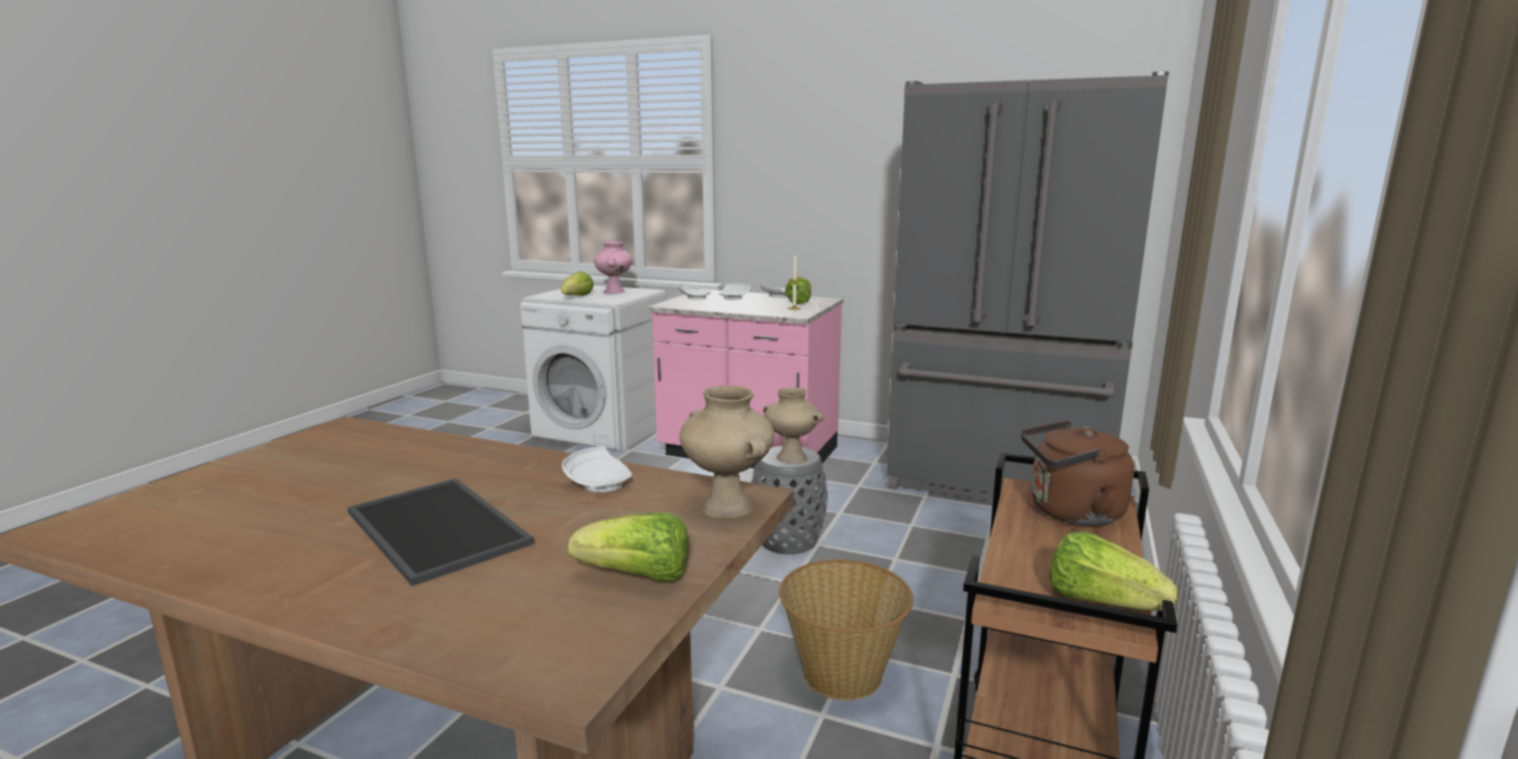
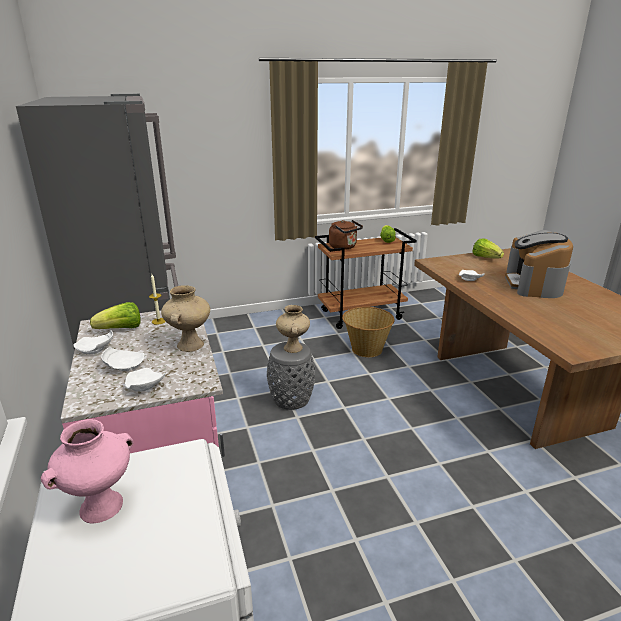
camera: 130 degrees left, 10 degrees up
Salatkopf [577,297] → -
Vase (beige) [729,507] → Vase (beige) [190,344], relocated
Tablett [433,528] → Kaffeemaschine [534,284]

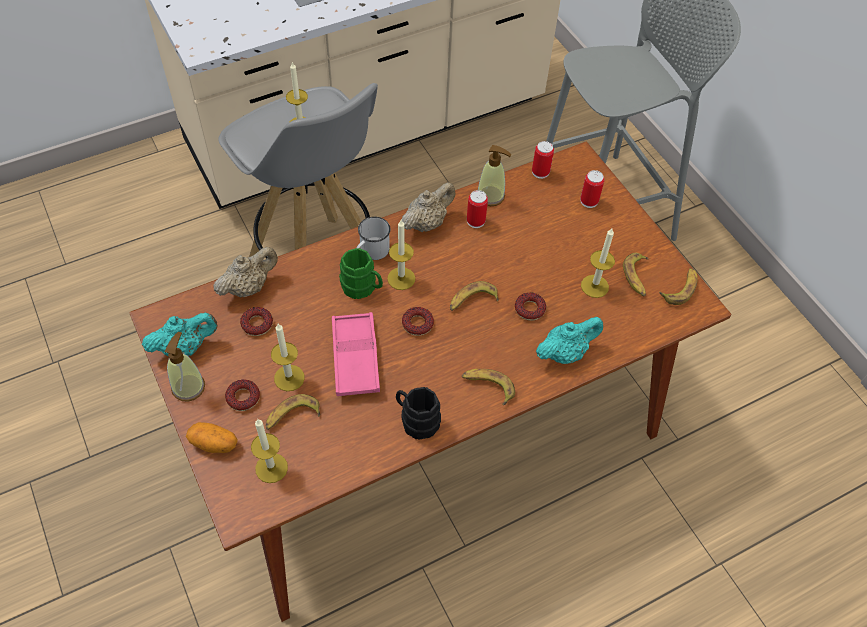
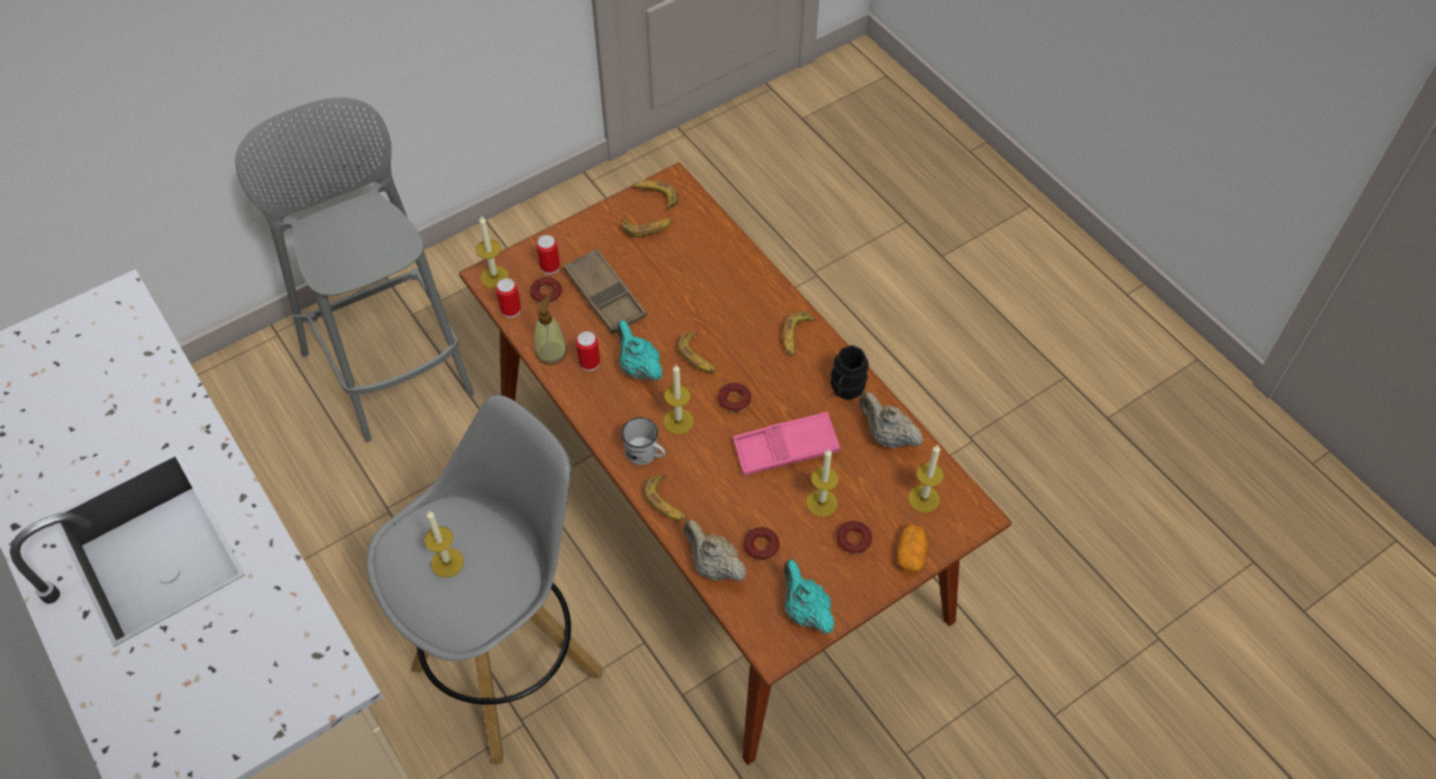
camera: 95 degrees left, 0 degrees up
Seifenspender [188,387] → -
Henkelbecher (grün) [362,288] → -
- → Tablett (braun) [605,296]
Banane [292,416] → Banane [666,503], relocated
Teekanne (beige) [427,223] → Teekanne (beige) [886,436], relocated
Donut [529,309] → Donut [546,293], relocated
Teekanne (türkis) [565,352] → Teekanne (türkis) [638,368], relocated
Kerze [594,286] → Kerze [494,277], relocated

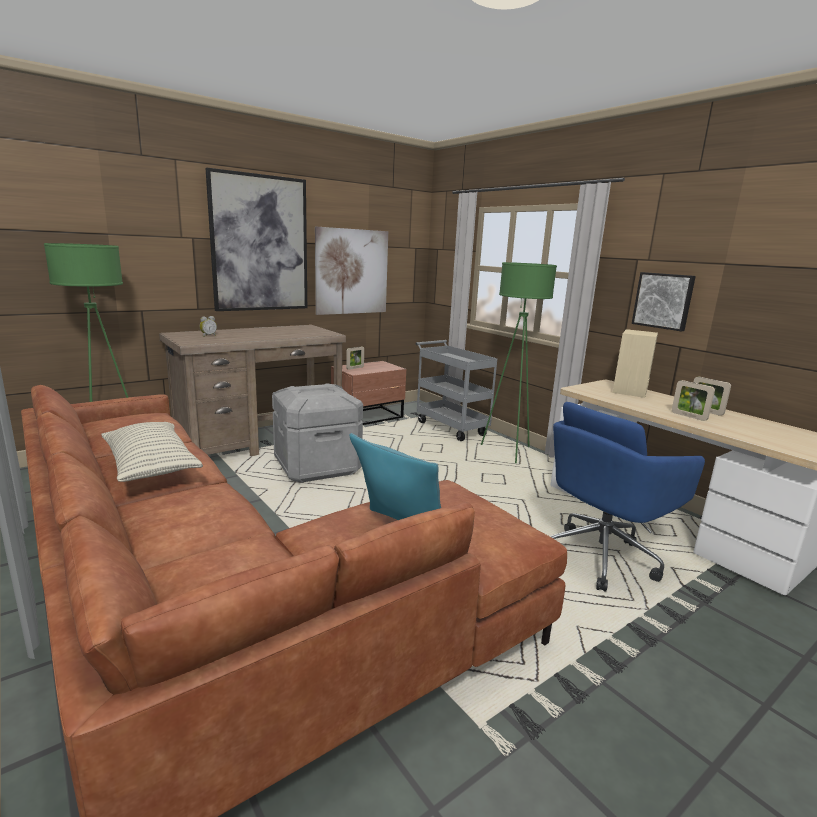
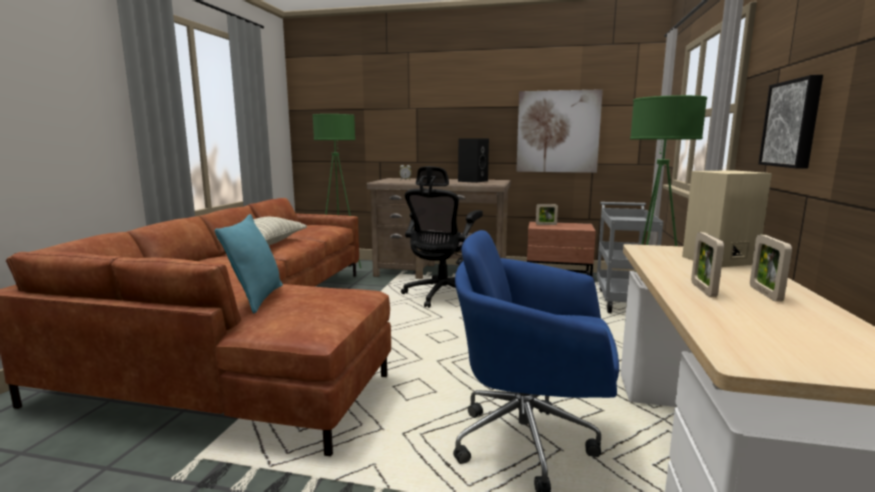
camera: 50 degrees right, 5 degrees down
Bild [260,244] → -
- → Lautsprecher (schwarz) [472,181]
Aufbewahrungsbox (grau) [317,467] → Bürostuhl [441,295]

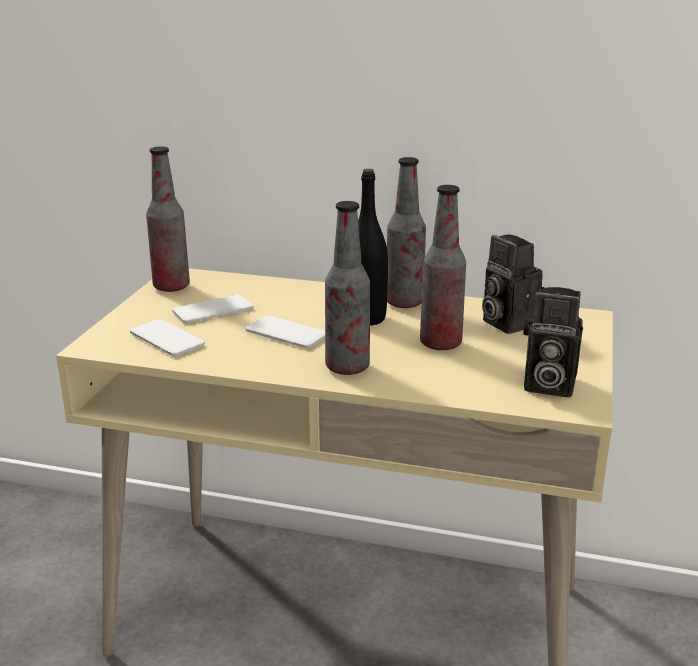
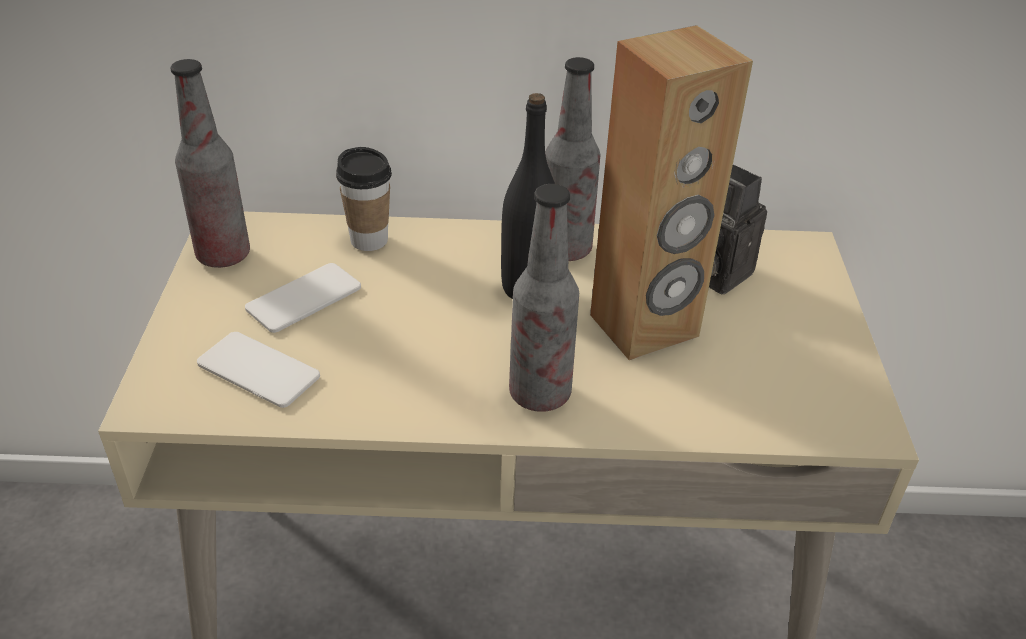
camera: 15 degrees left, 15 degrees up
Handy [286,333] → -
Kamera [546,385] → -
- → Tasse [369,240]
Flasche [440,344] → Lautsprecher (braun) [645,326]

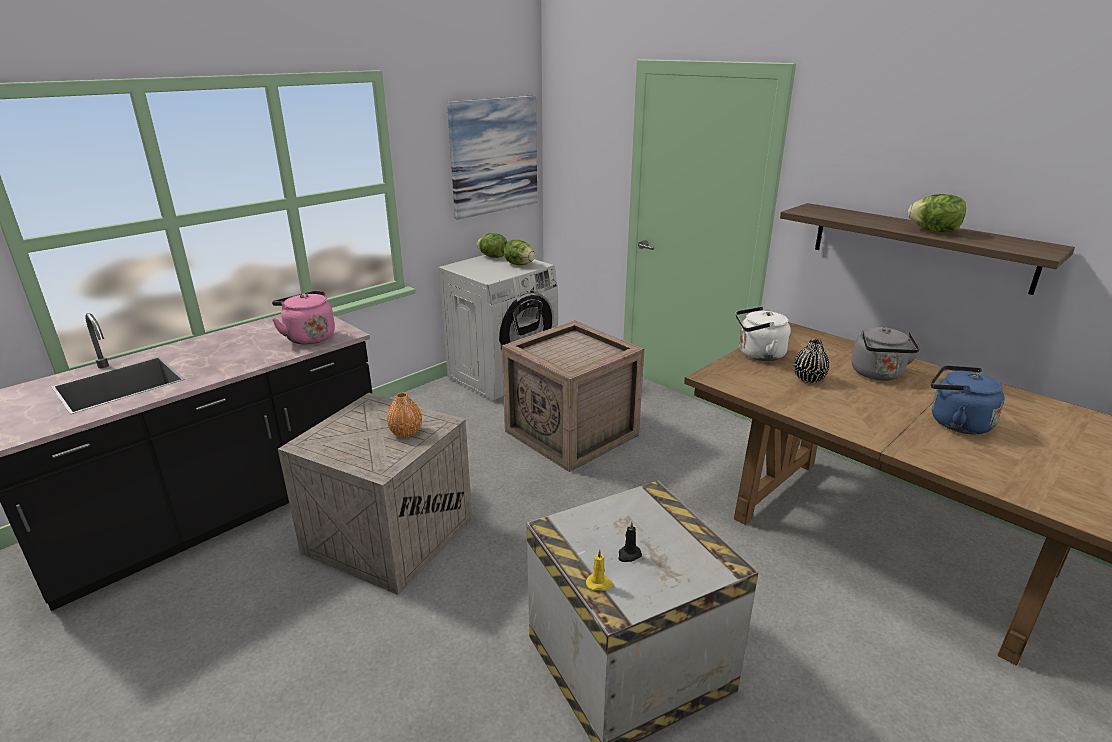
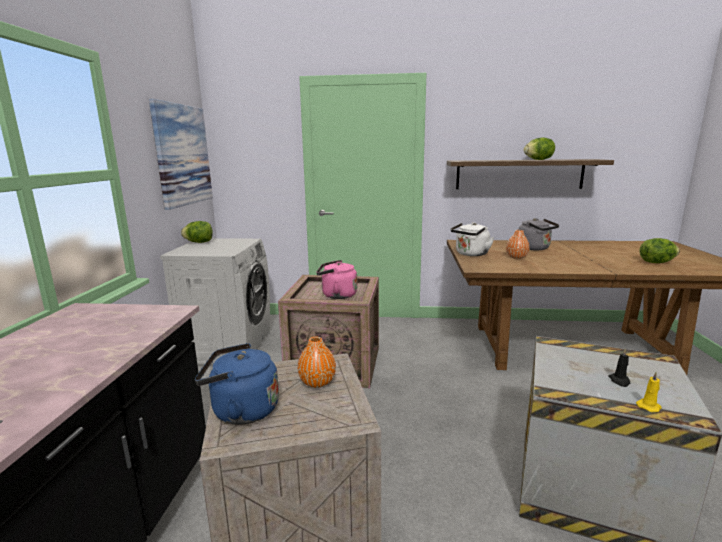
camera: 40 degrees left, 10 degrees down
Wasserkessel (rosa) [308,337] → Wasserkessel (rosa) [337,295], relocated
Salatkopf [519,264] → Salatkopf [656,262], relocated
Wasserkessel (blau) [955,423] → Wasserkessel (blau) [241,411], relocated
Vase (schwarz) [808,379] → Vase (orange) [516,257]

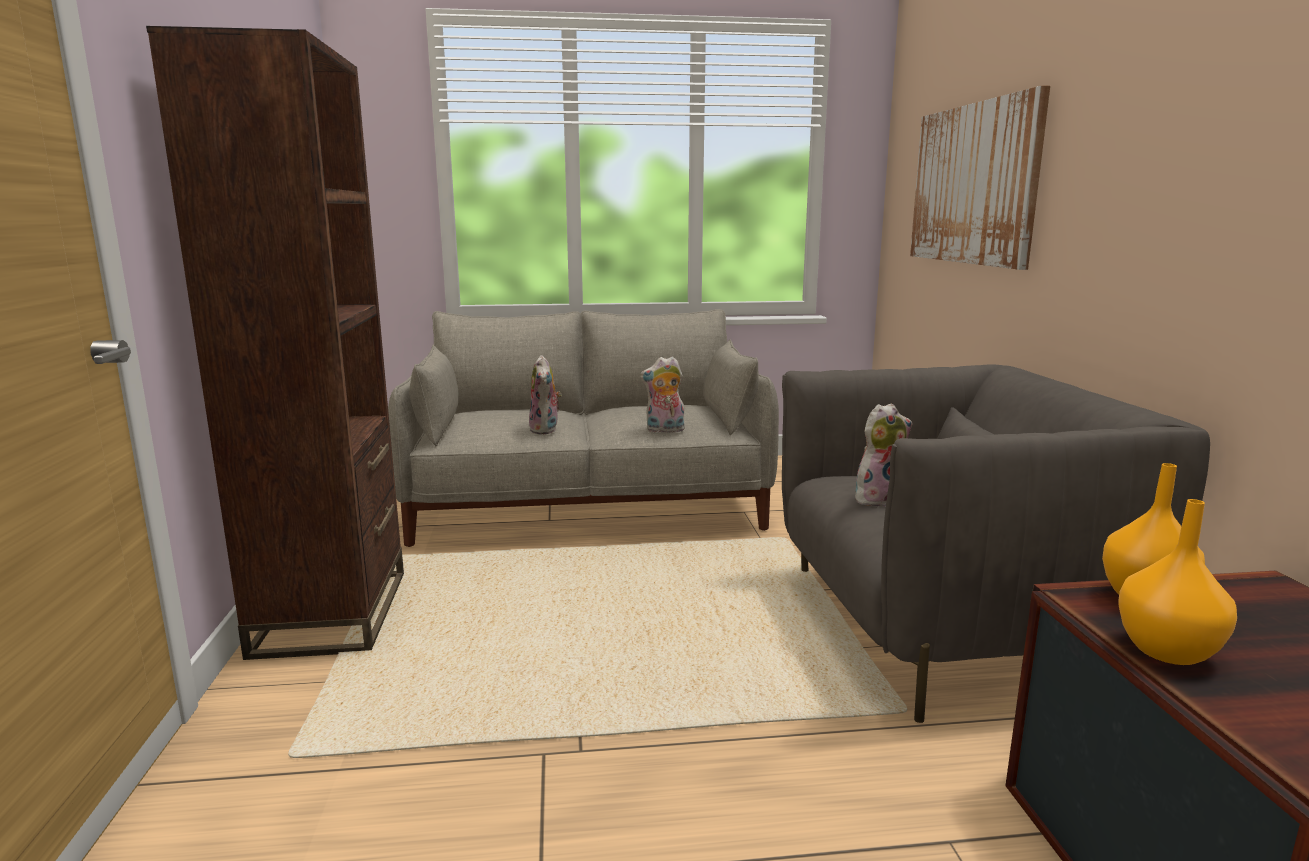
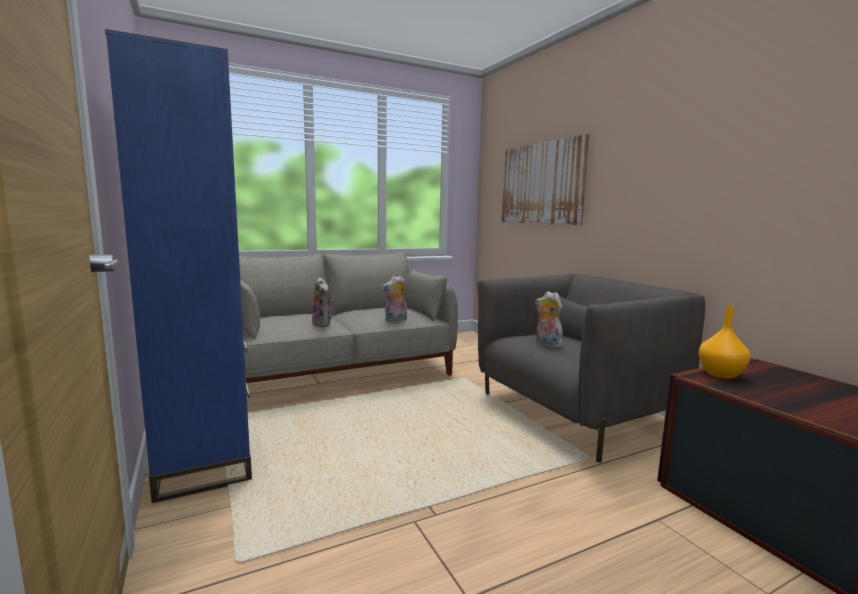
camera: 20 degrees left, 5 degrees down
Vase (orange) [1169,651] → -
Bücherregal (braun) [332,613] → Bücherregal (blau) [204,460]
Plüschtier [878,498] → Plüschtier [546,344], 90 degrees counterclockwise

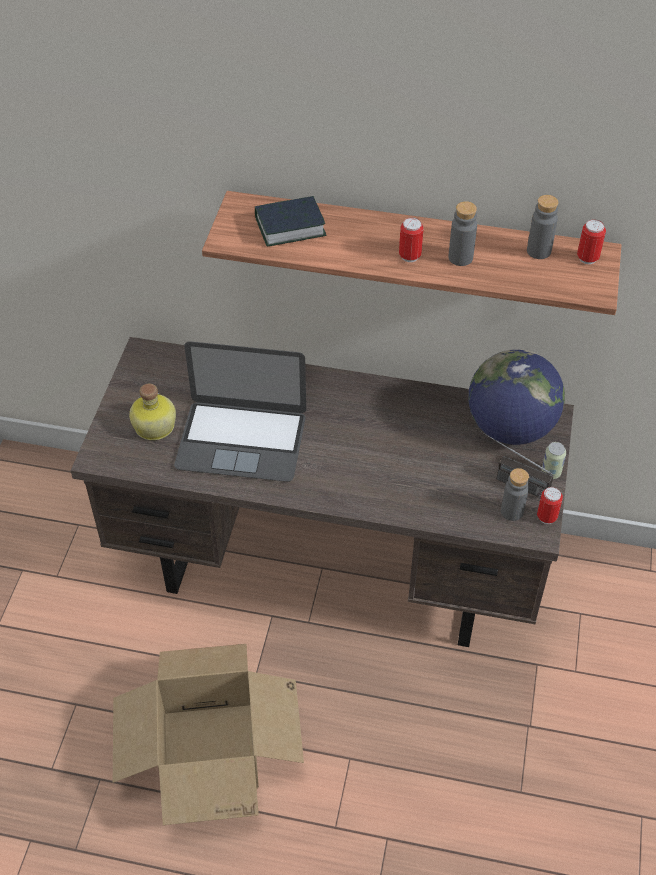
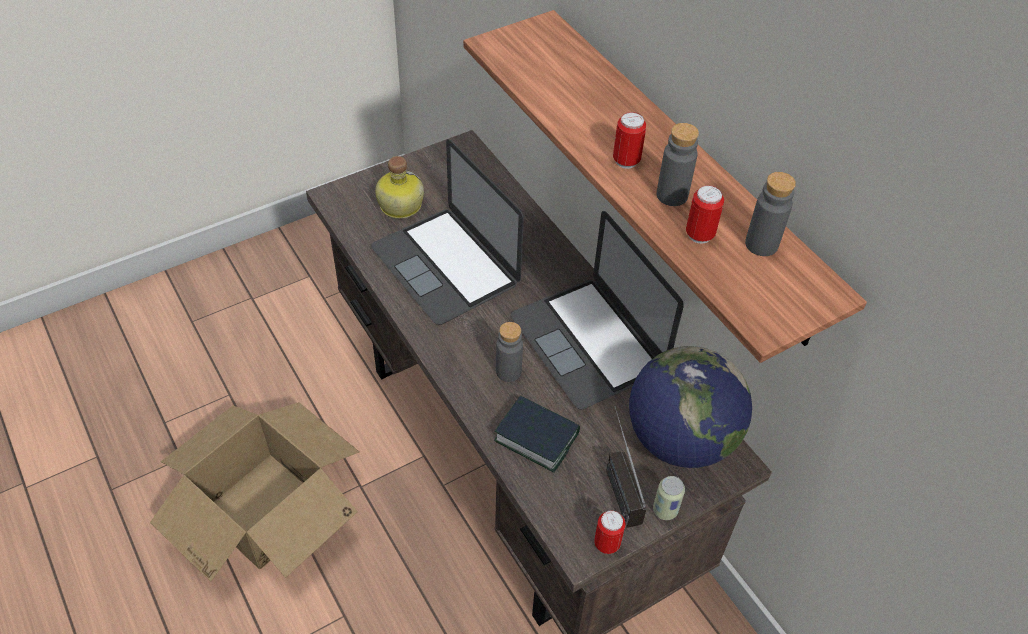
camera: 45 degrees right, 0 degrees up
- → Laptop [588,342]
Buch [290,227] → Buch [536,437], relocated
Flasche (grau) [512,511] → Flasche (grau) [508,371], relocated
Dose [587,258] → Dose [699,235], relocated

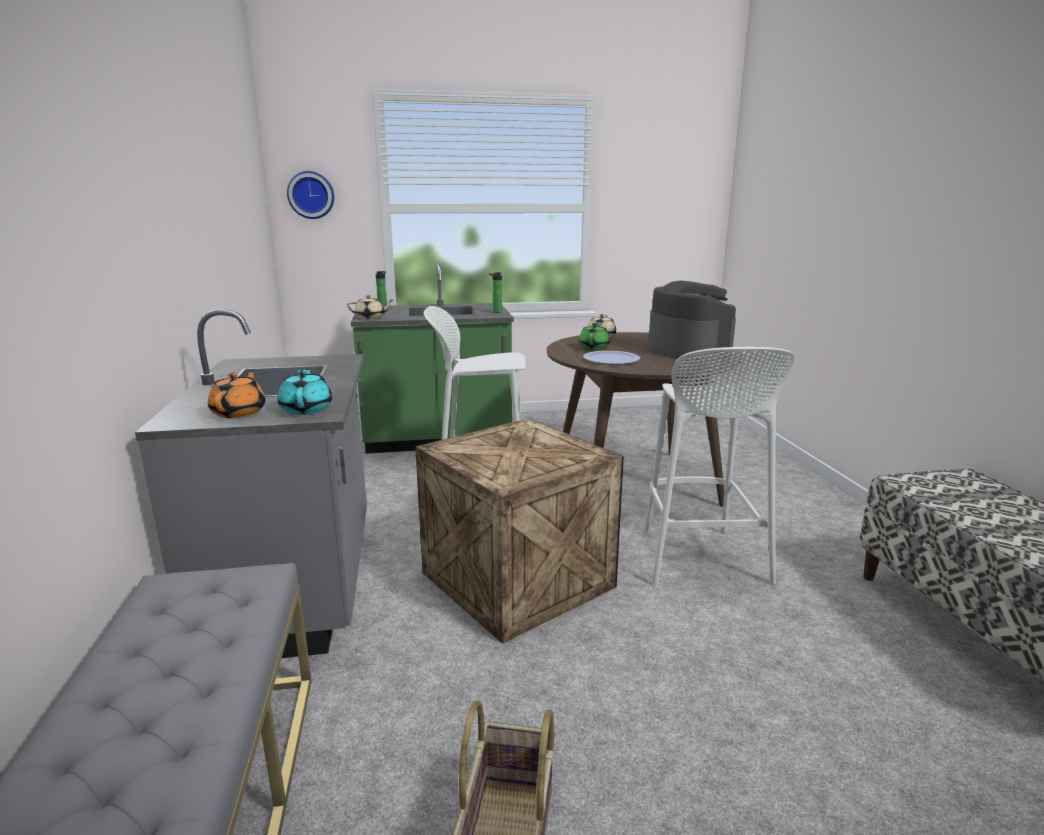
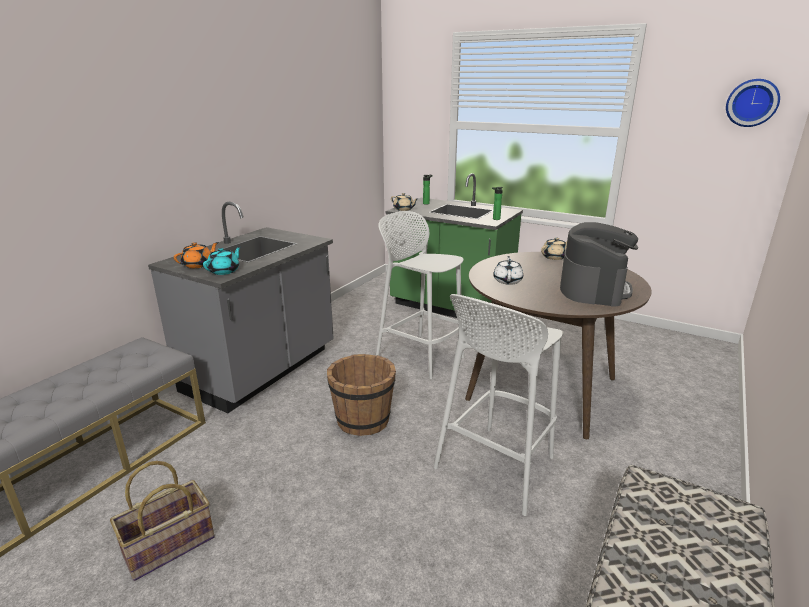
camera: 40 degrees right, 5 degrees up
Teekanne (grün) [594,347] → -
Wanduhr [311,195] → Wanduhr [752,103], relocated
Kiste [518,578] → Eimer (braun) [363,420]
Teller [611,359] → Teekanne (weiß) [507,280]

